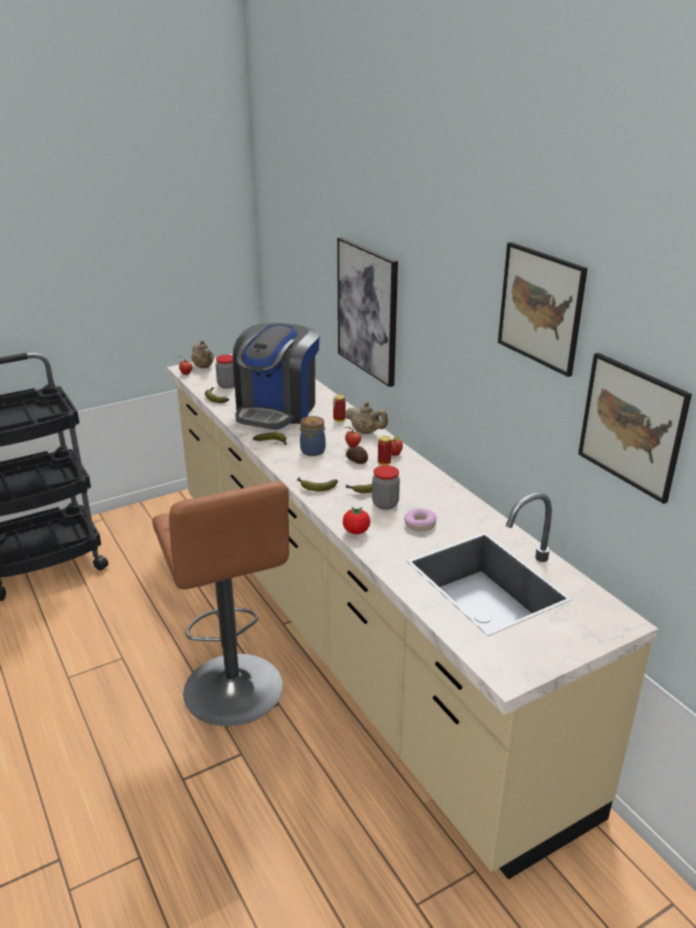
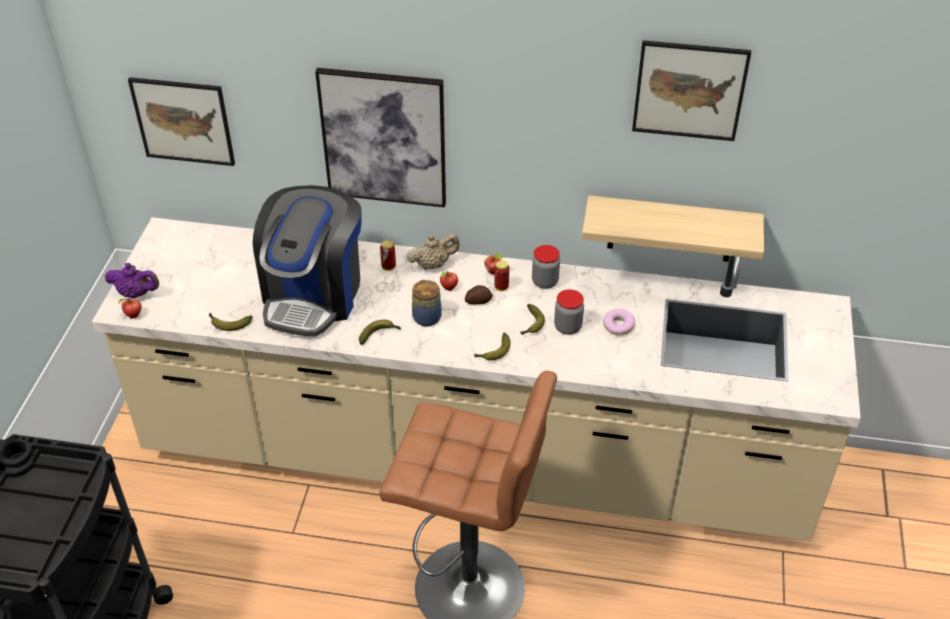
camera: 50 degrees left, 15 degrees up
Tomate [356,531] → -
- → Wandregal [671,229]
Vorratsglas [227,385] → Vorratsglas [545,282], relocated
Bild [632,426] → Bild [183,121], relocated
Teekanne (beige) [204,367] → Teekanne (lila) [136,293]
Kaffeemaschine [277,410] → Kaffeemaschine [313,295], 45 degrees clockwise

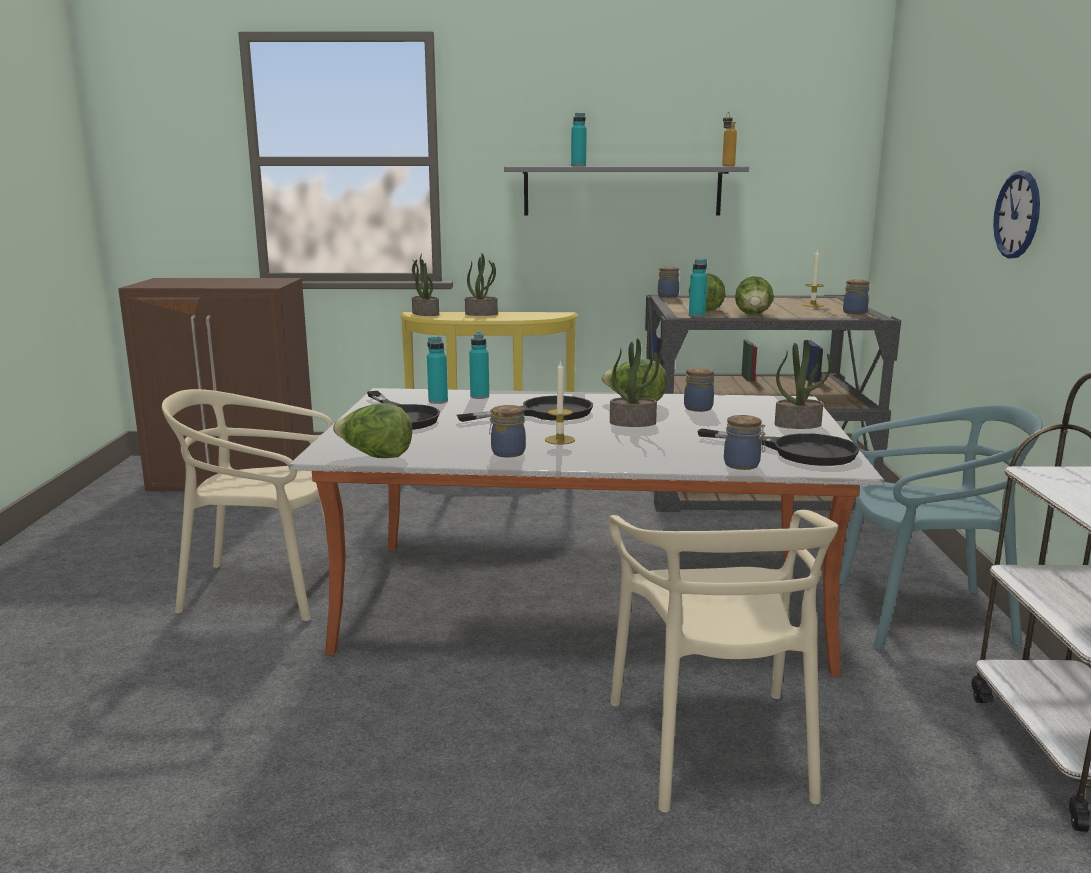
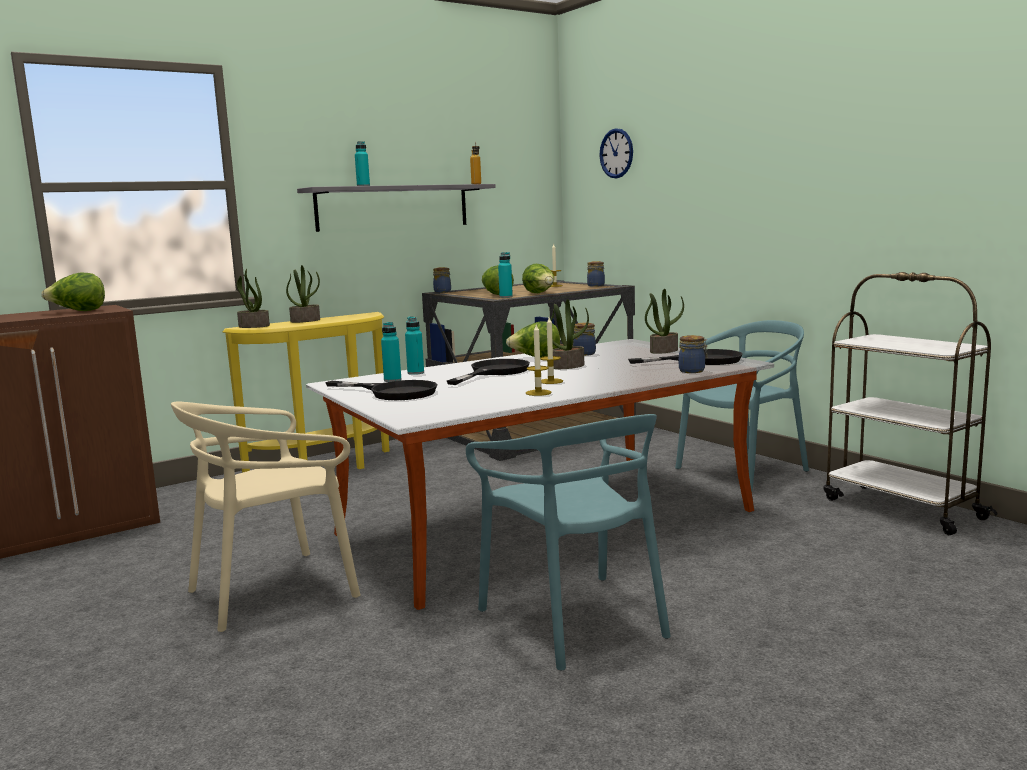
camera: 35 degrees left, 5 degrees down
Stuhl (beige) [714,746] → -
- → Stuhl (türkis) [575,620]
Salatkopf [375,456] → Salatkopf [78,311], relocated
Wanduhr [1017,215] → Wanduhr [616,153], relocated
Vorratsglas [507,453] → Kerze [538,393]

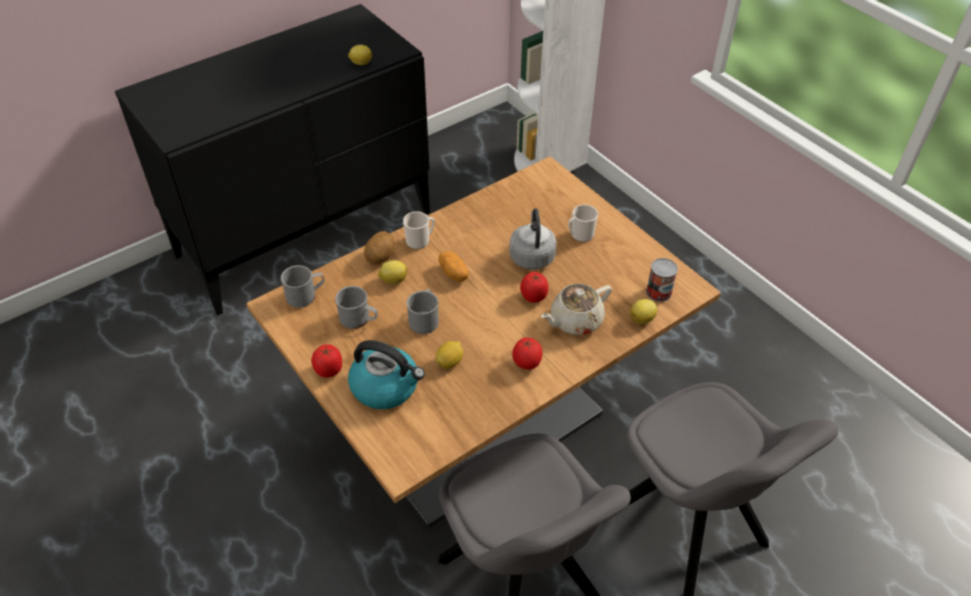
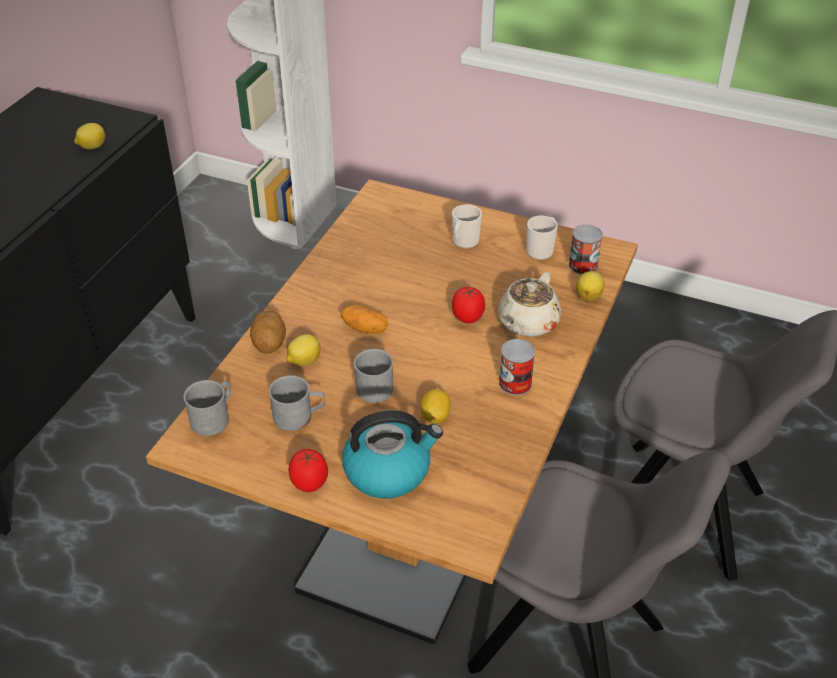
camera: 30 degrees left, 5 degrees down
Wasserkessel (grau) [532,255] → -
Henkelbecher [420,241] → Henkelbecher [541,250], relocated
Tomate [526,363] → Dose [515,383]

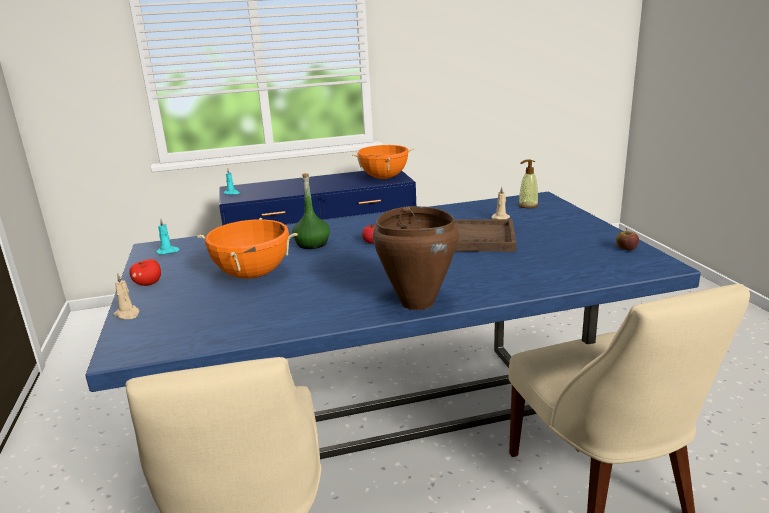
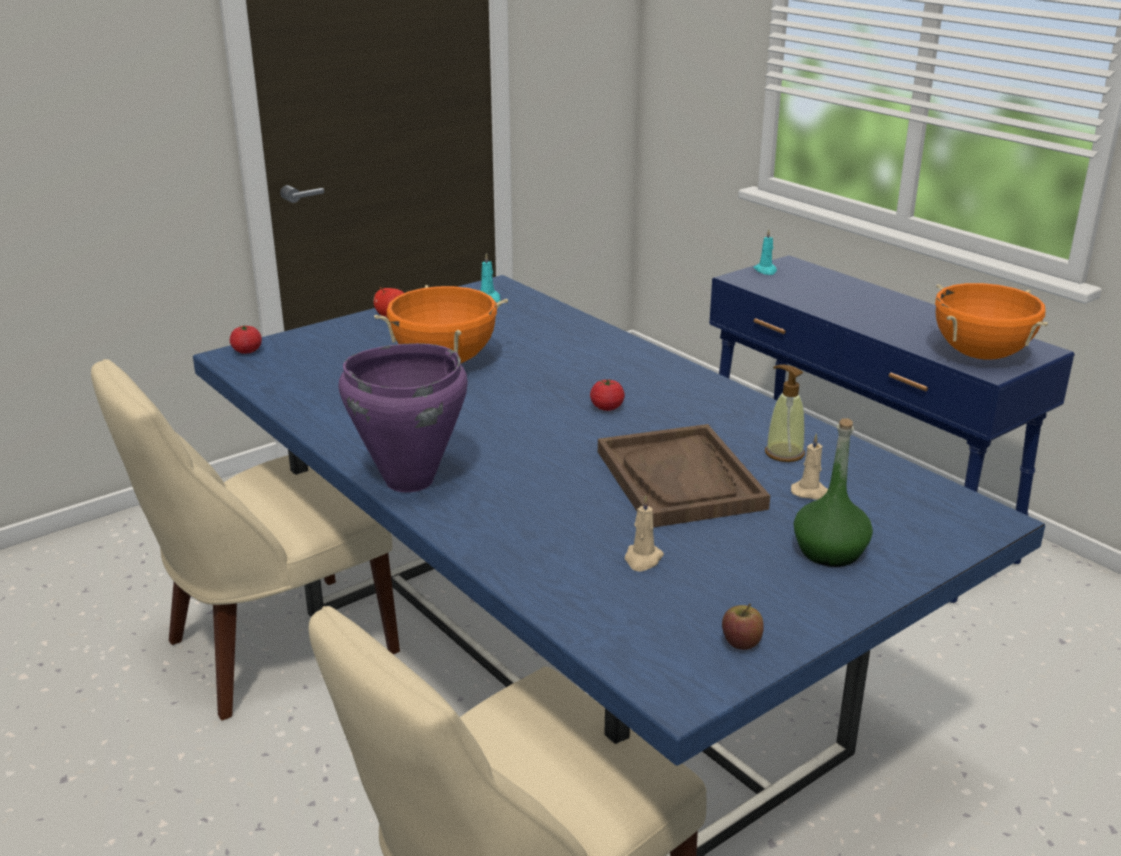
camera: 65 degrees right, 5 degrees up
- → Tomate [247,351]
Kerze (beige) [127,314] → Kerze (beige) [642,559], relocated
Flasche (grün) [312,244] → Flasche (grün) [830,552], relocated
Seifenspender [528,205] → Seifenspender [784,453], relocated
Kochtopf (braun) [417,303] → Kochtopf (lila) [408,480]

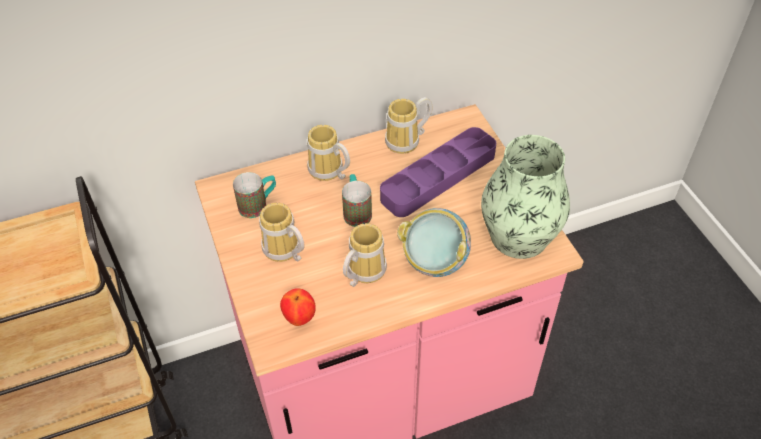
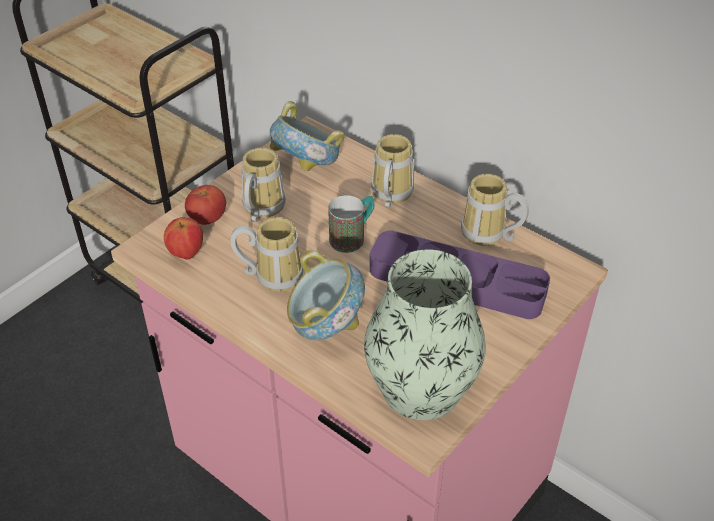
camera: 60 degrees right, 5 degrees down
- → Tomate [207,219]
Henkelbecher [258,205] → Schüssel [307,167]

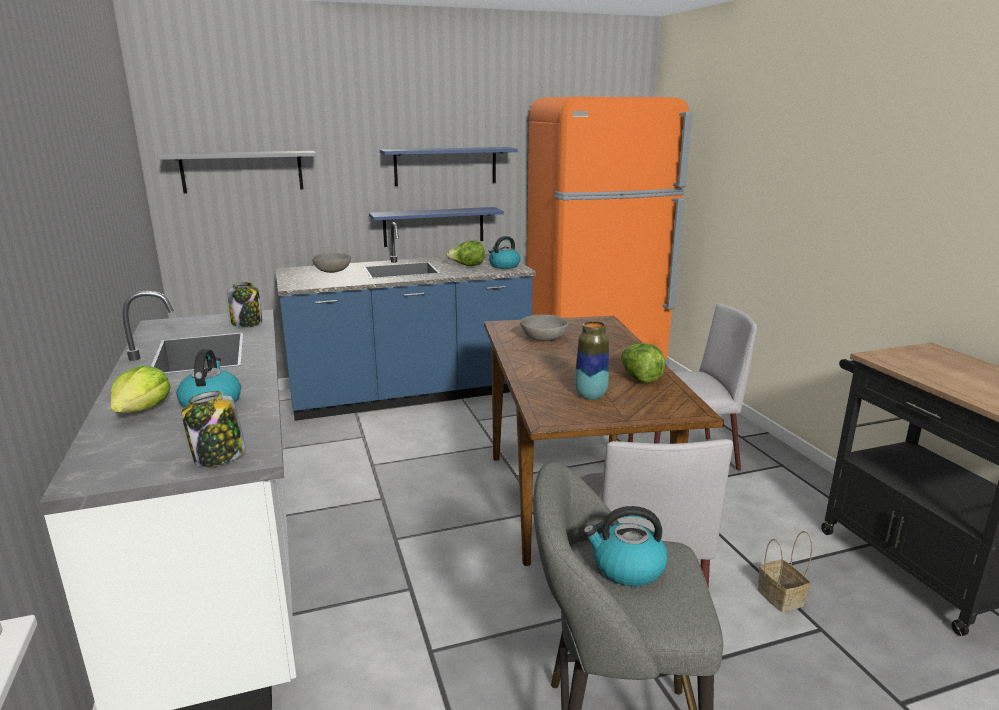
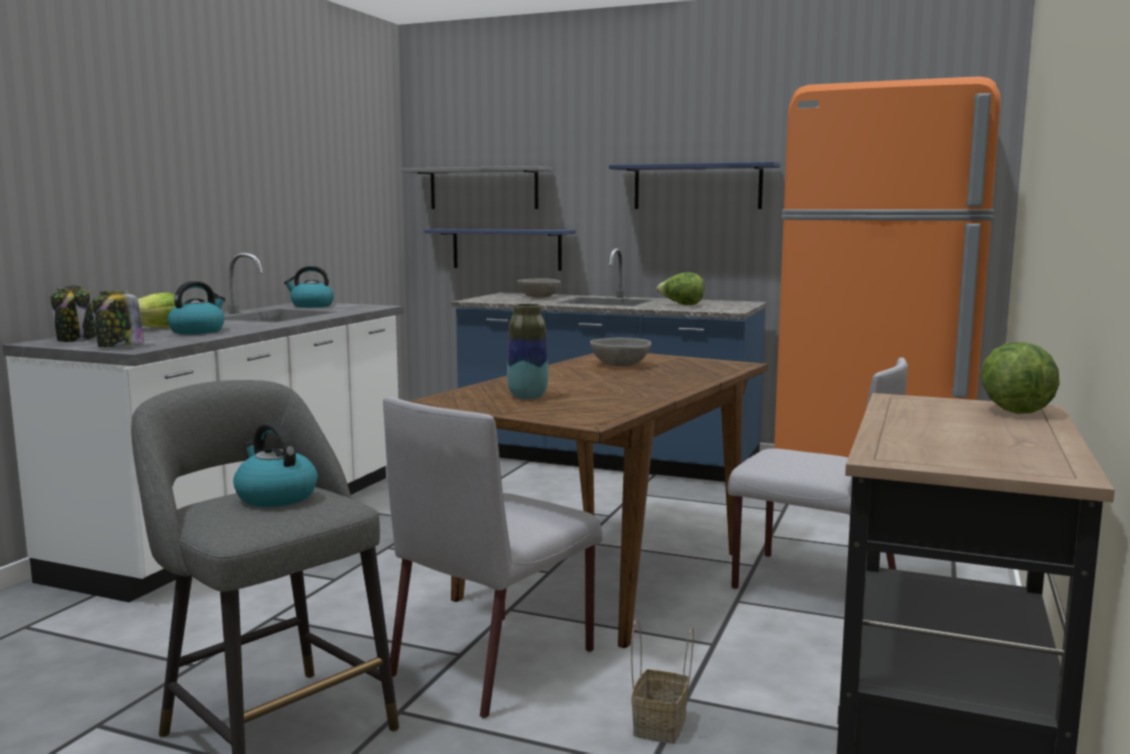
camera: 40 degrees right, 10 degrees down
Vorratsglas [247,323] → Vorratsglas [76,339], relocated
Wandregal (blau) [434,226] → Wandregal (blau) [506,249], relocated
Wasserkessel [504,266] → Wasserkessel [311,306], relocated
Salatkopf [639,378] → Salatkopf [1014,410], relocated

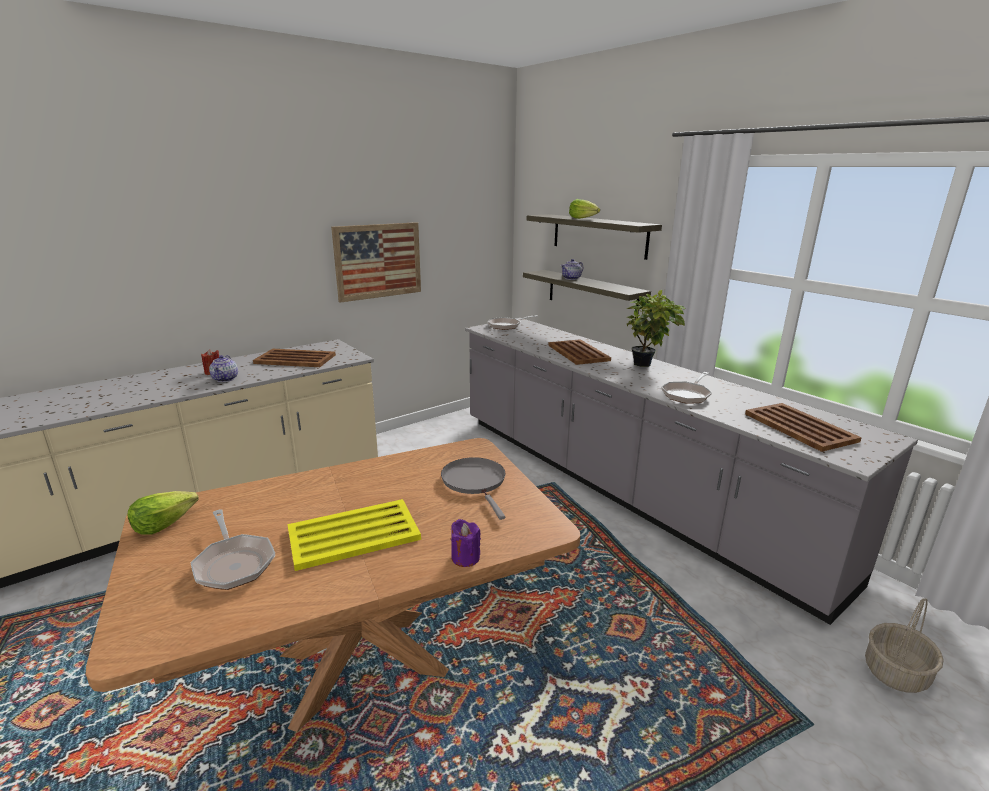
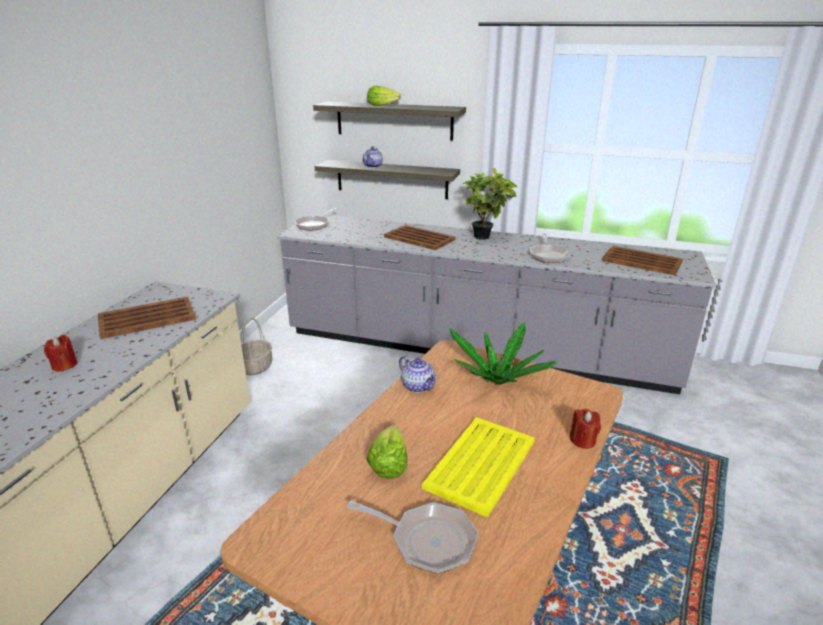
camera: 35 degrees left, 5 degrees up
Bild [378,261] → -
Salatkopf [164,524] → Salatkopf [388,464], relocated
Teekanne [225,379] → Teekanne [418,386], relocated
Korb [896,673] → Korb [255,367], relocated
Pfanne (grau) [475,482] → Topfpflanze [497,379]
Kerze (lila) [465,557] → Kerze (rot) [583,440]

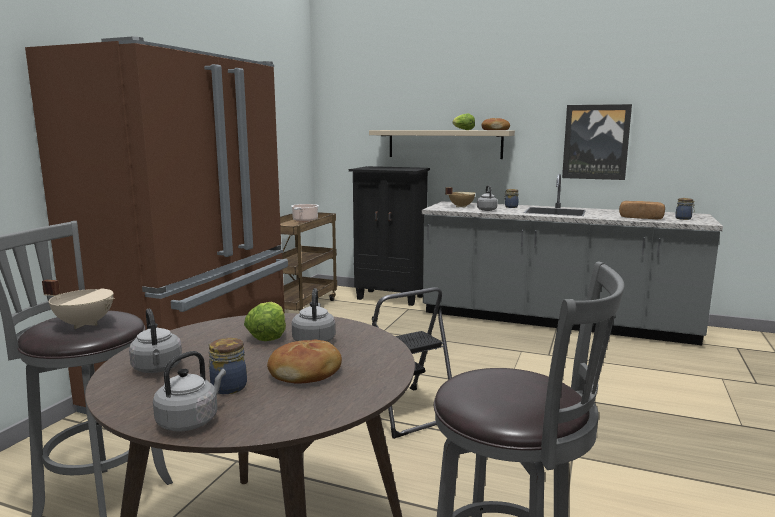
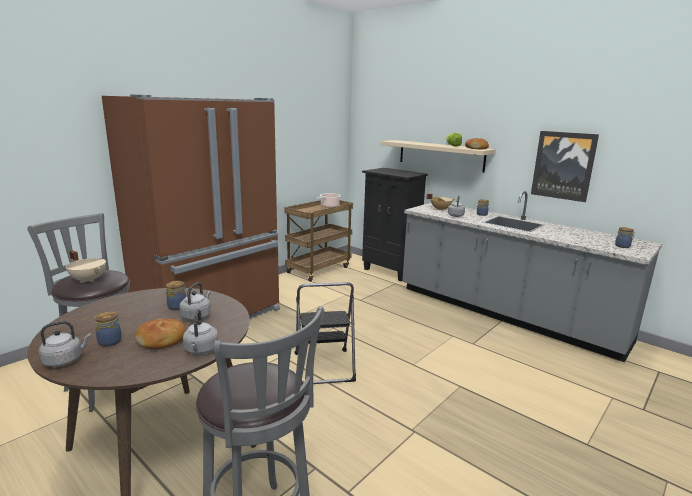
camera: 20 degrees right, 5 degrees up
Brot [641,218] → -
Wasserkessel (grau) [157,369] → Wasserkessel (grau) [201,350], relocated
Salatkopf [267,335] → Vorratsglas [176,306]

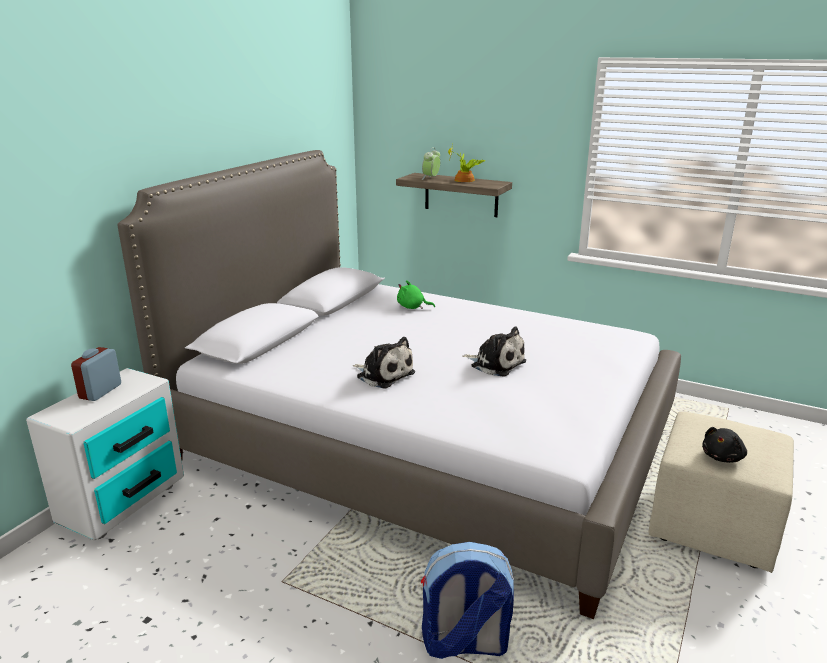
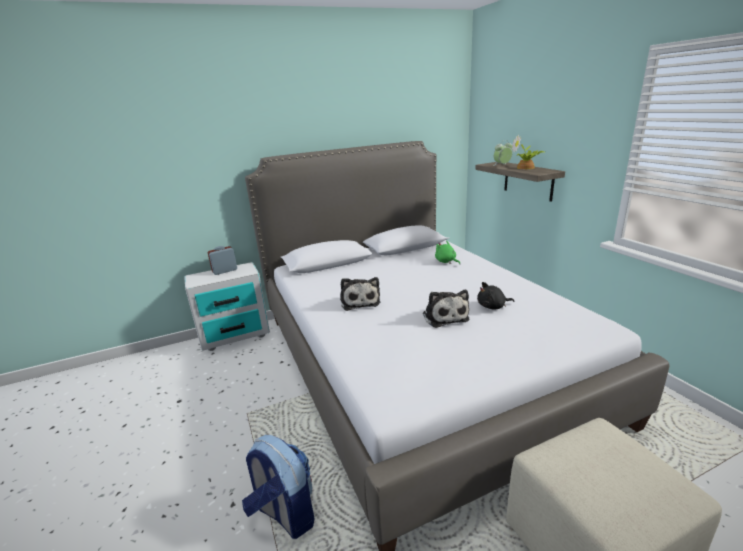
camera: 40 degrees right, 0 degrees up
Plüschtier (schwarz) [723,457] → Plüschtier (schwarz) [493,306], relocated

